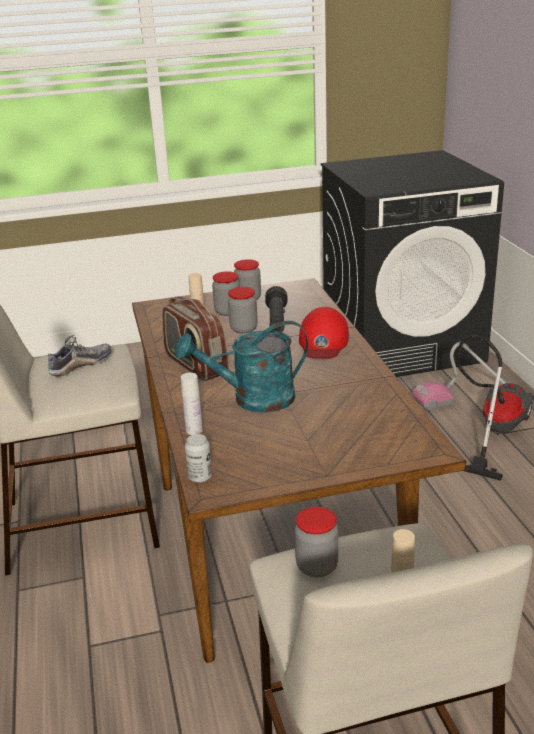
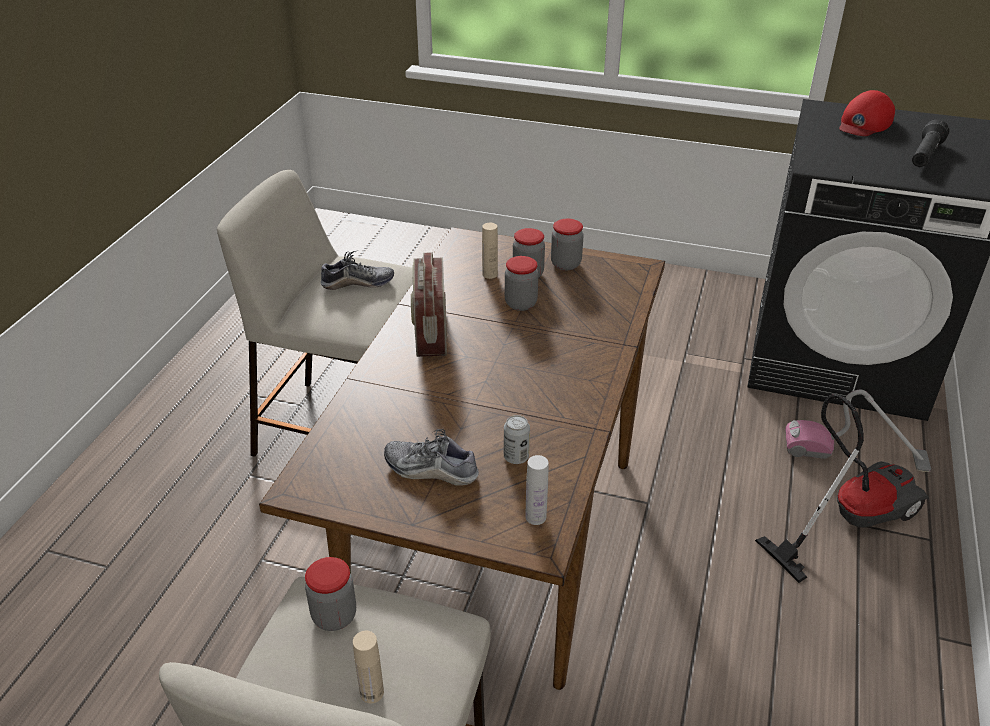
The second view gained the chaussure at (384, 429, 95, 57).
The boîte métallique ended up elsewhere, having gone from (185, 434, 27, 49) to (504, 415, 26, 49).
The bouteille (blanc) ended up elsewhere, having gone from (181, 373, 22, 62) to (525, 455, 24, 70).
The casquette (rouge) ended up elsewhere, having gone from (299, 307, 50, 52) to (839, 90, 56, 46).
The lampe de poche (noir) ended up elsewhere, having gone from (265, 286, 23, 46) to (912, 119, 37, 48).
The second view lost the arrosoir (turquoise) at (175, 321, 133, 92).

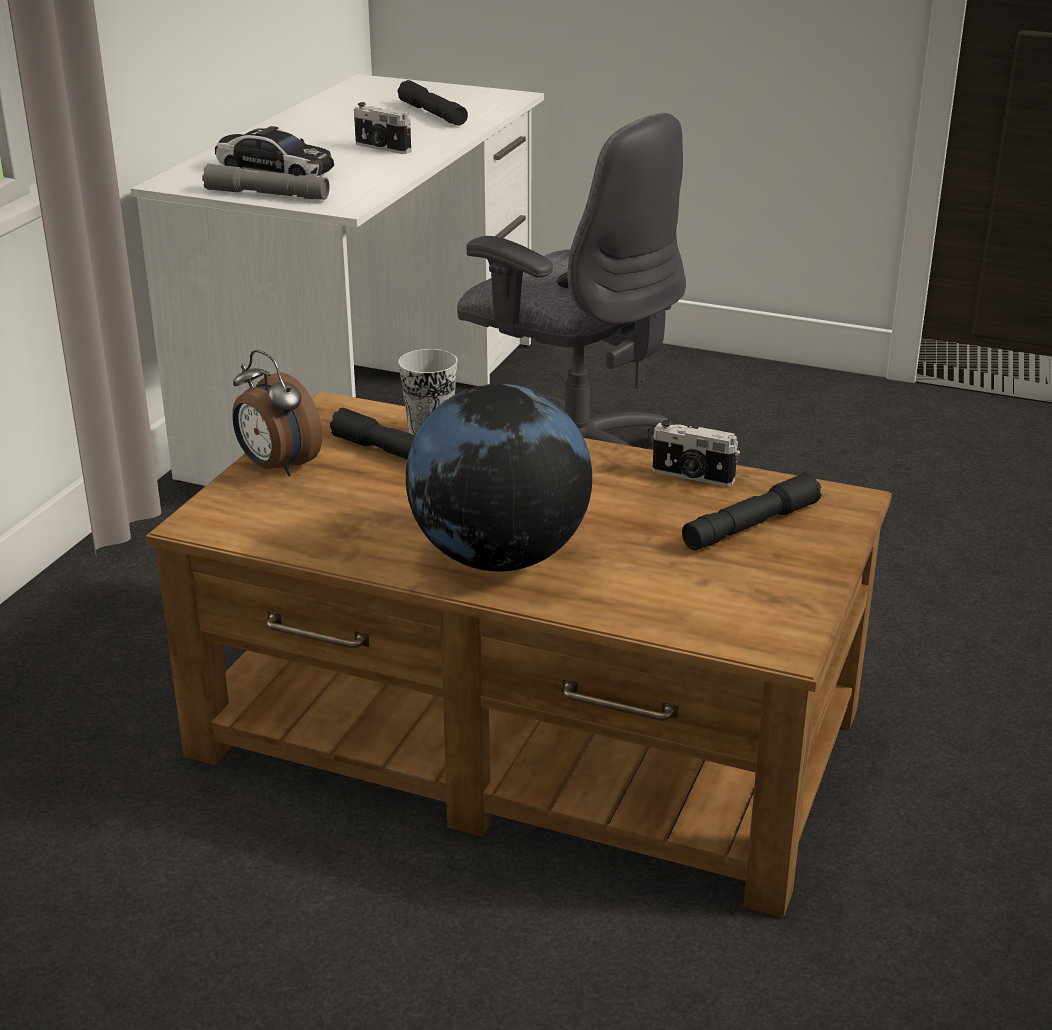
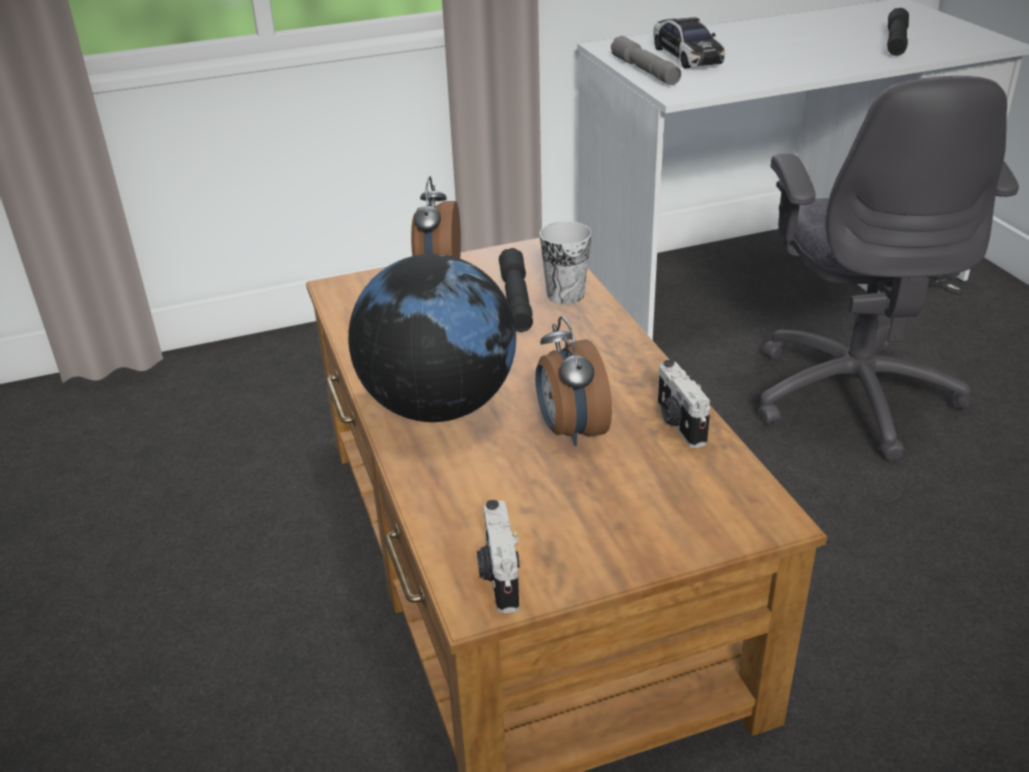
The appareil photo ended up elsewhere, having gone from (354, 102, 57, 52) to (477, 500, 43, 113).
The second view gained the réveil at (535, 316, 77, 130).
The second view lost the lampe de poche (noir) at (682, 472, 140, 78).

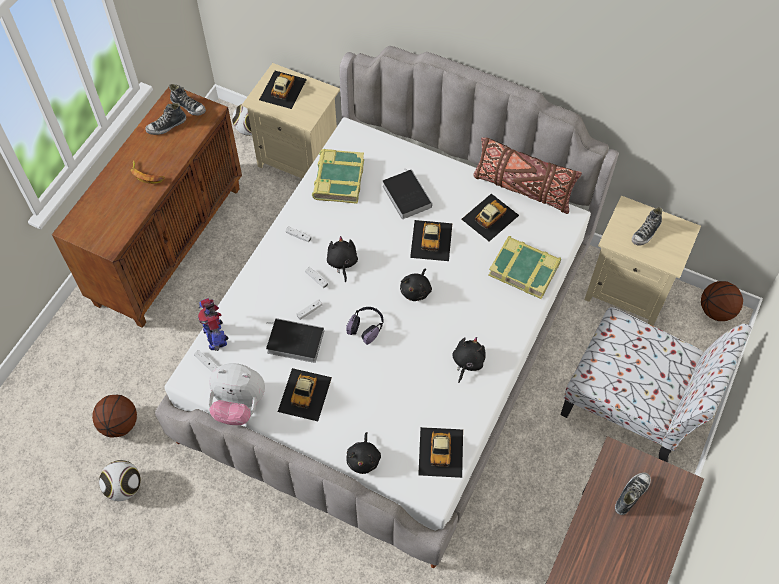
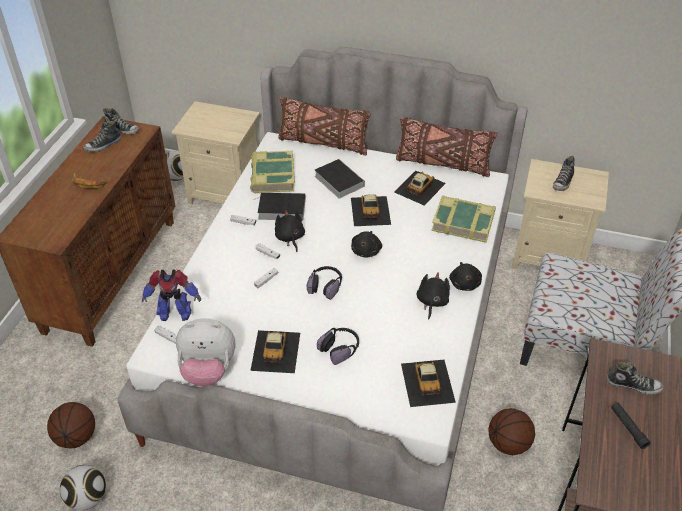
The robot jouet at (198, 298, 31, 53) ended up facing another way, 60 degrees counterclockwise from before.
The livre ended up elsewhere, having gone from (266, 318, 58, 45) to (254, 192, 52, 29).
The second view gained the coussin (marron) at (278, 97, 93, 59).
The second view gained the casque audio at (317, 328, 42, 37).
The peluche (noir) ended up elsewhere, having gone from (346, 432, 35, 42) to (449, 262, 33, 29).
The ballon de basket ended up elsewhere, having gone from (701, 281, 42, 40) to (488, 408, 47, 47).
The chaussure at (615, 472, 36, 43) ended up facing another way, 75 degrees clockwise from before.
The second view gained the lampe de poche (noir) at (611, 403, 40, 46).
The second view lost the petite voiture at (259, 71, 48, 38).

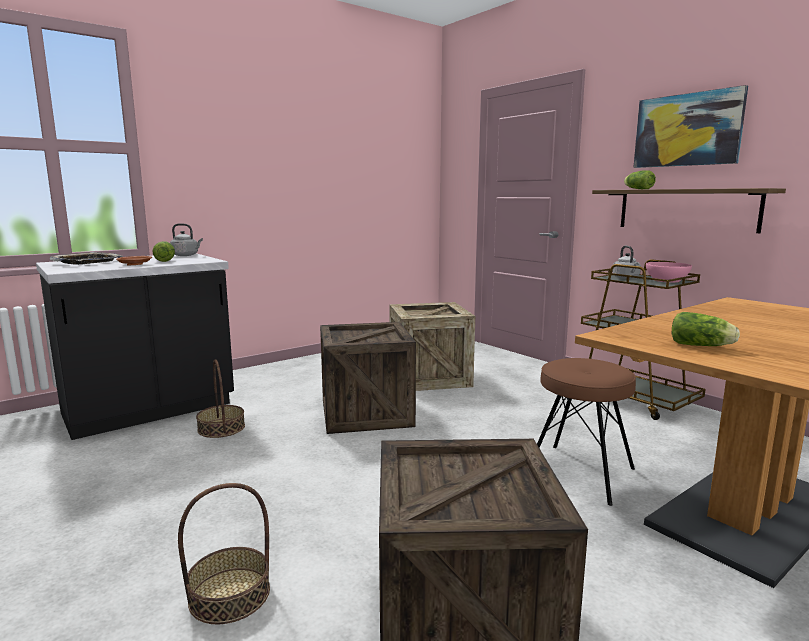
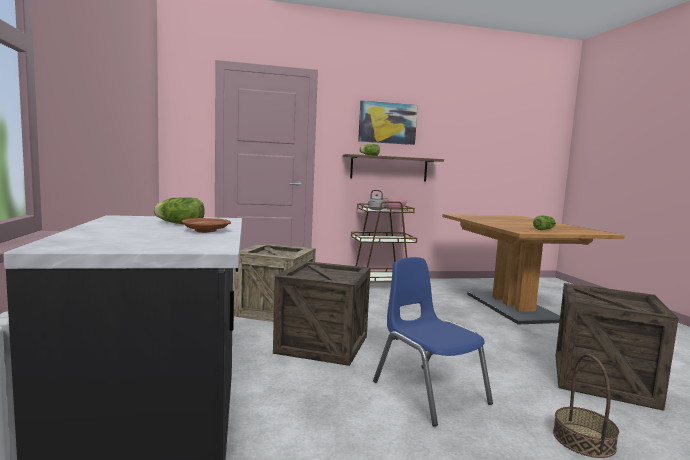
The second view gained the chaise (bleu) at (373, 257, 120, 169).
The second view lost the plateau at (50, 252, 73, 13).
The second view lost the bouilloire (gris) at (170, 223, 33, 33).
The second view lost the panier at (196, 359, 49, 79).
The second view lost the tabouret (marron) at (537, 358, 99, 148).

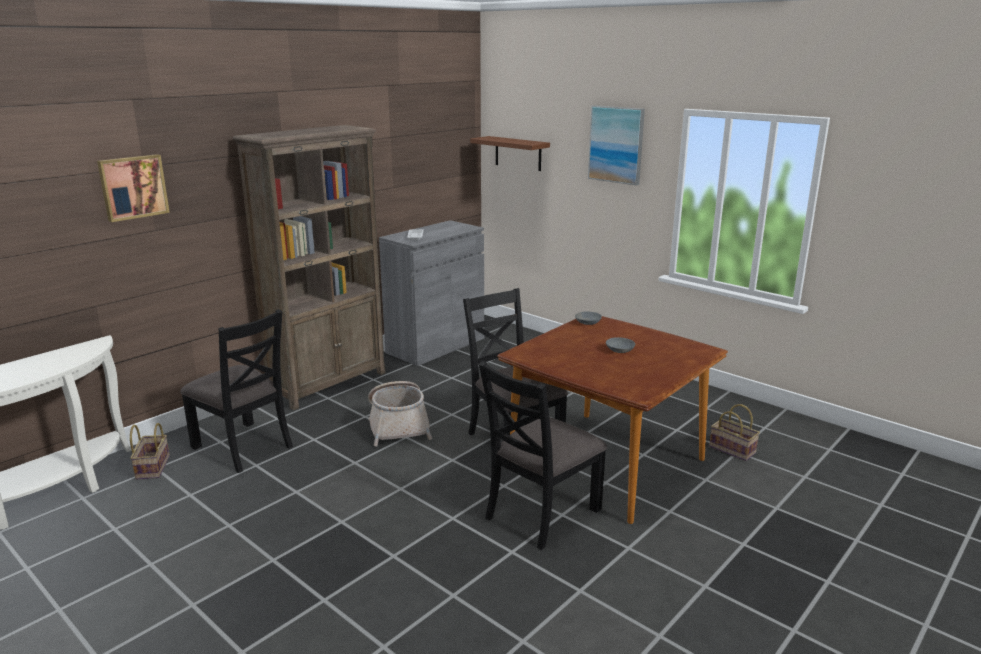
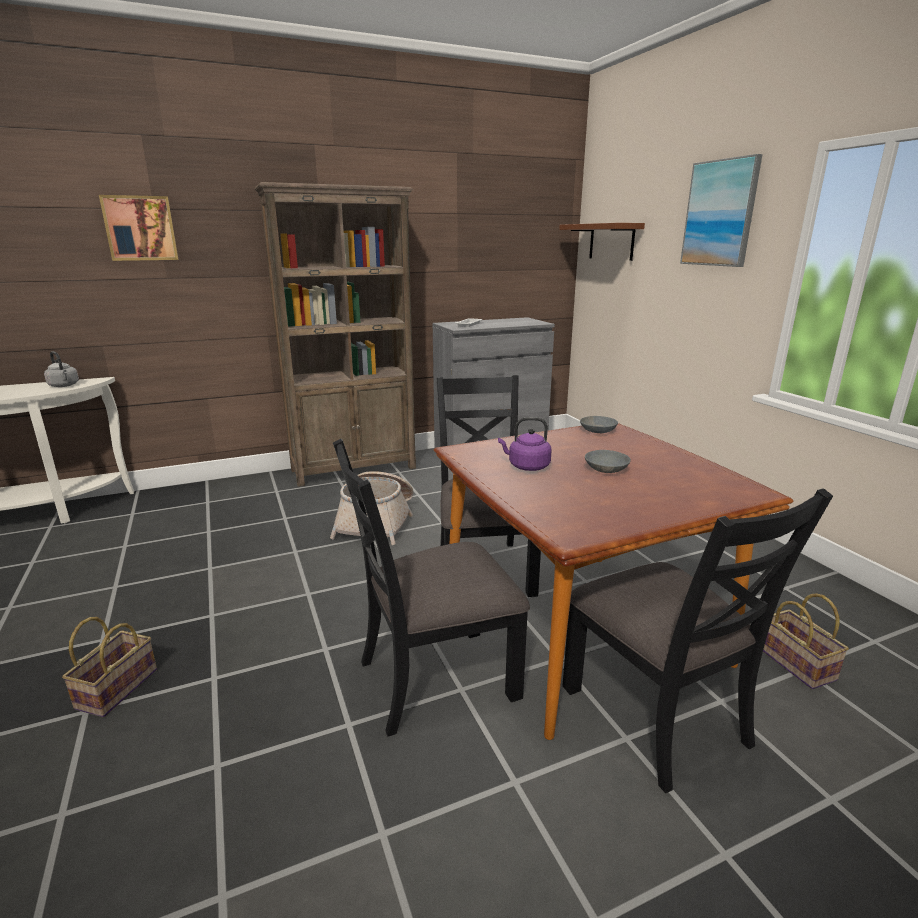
The second view gained the bouilloire (gris) at (44, 351, 35, 36).
The panier ended up elsewhere, having gone from (130, 423, 40, 57) to (62, 617, 95, 100).
The second view gained the bouilloire (violet) at (498, 417, 54, 54).
The chaise (noir) ended up elsewhere, having gone from (180, 309, 113, 164) to (562, 488, 271, 305).

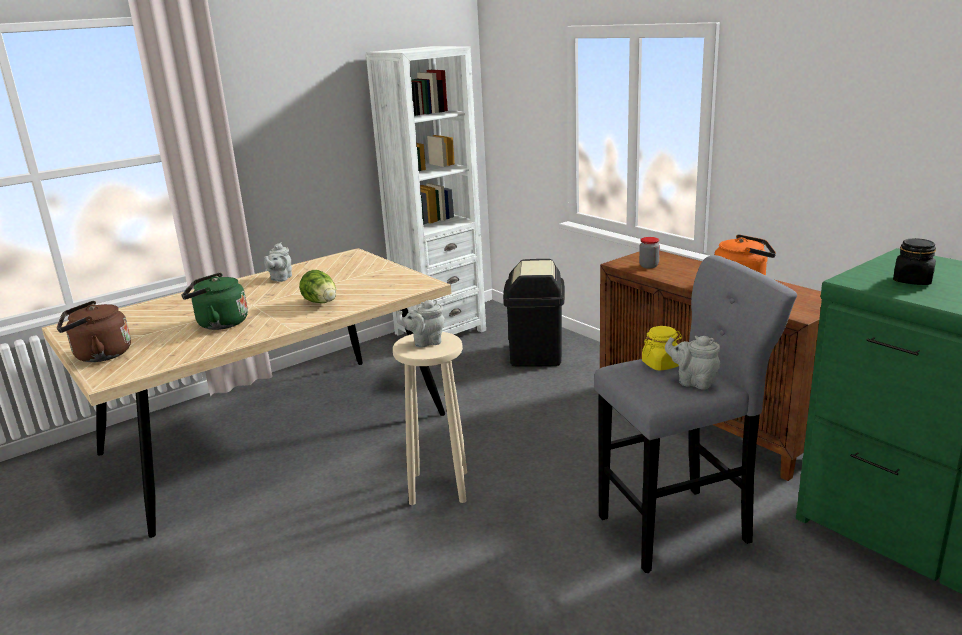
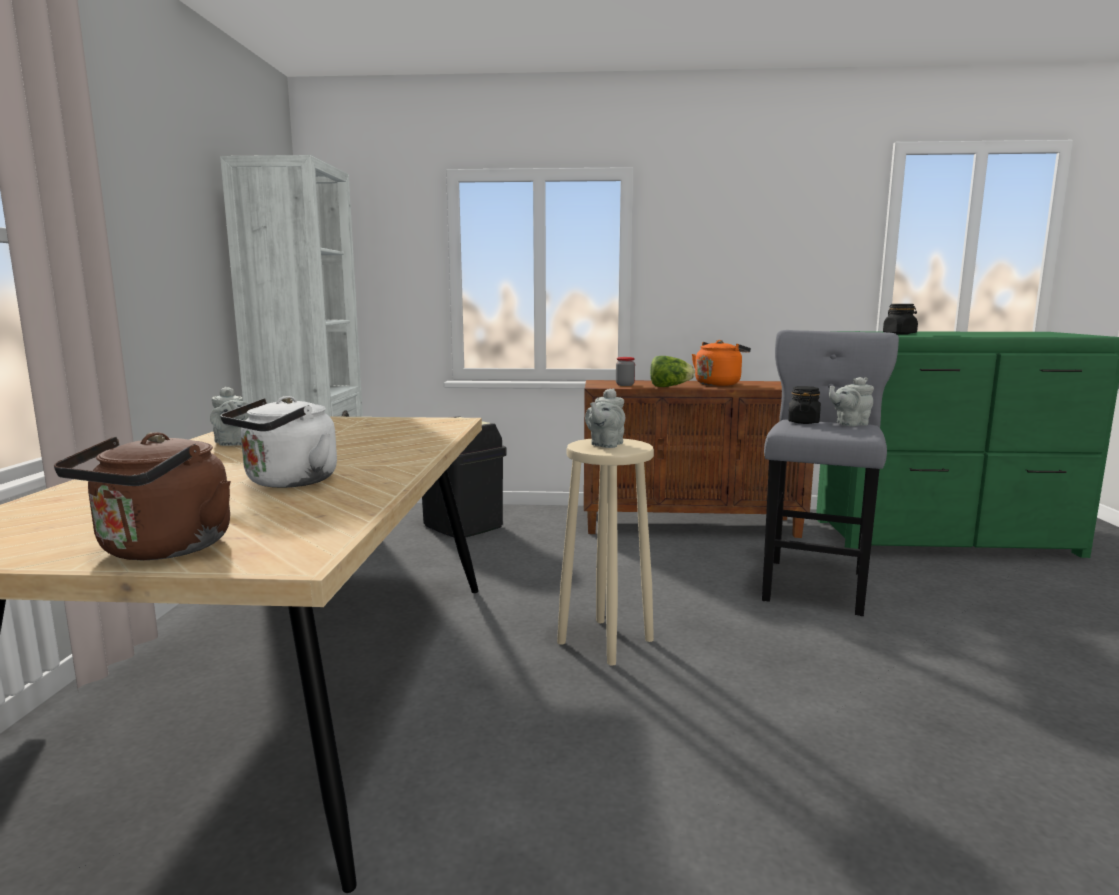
What was the bouilloire (vert) at (181, 273, 67, 57) turned into the bouilloire (blanc) at (220, 396, 117, 92).
The laitue ended up elsewhere, having gone from (299, 270, 37, 33) to (650, 356, 45, 31).
What was the bocal (jaune) at (642, 326, 40, 45) turned into the bocal (noir) at (788, 386, 33, 38).

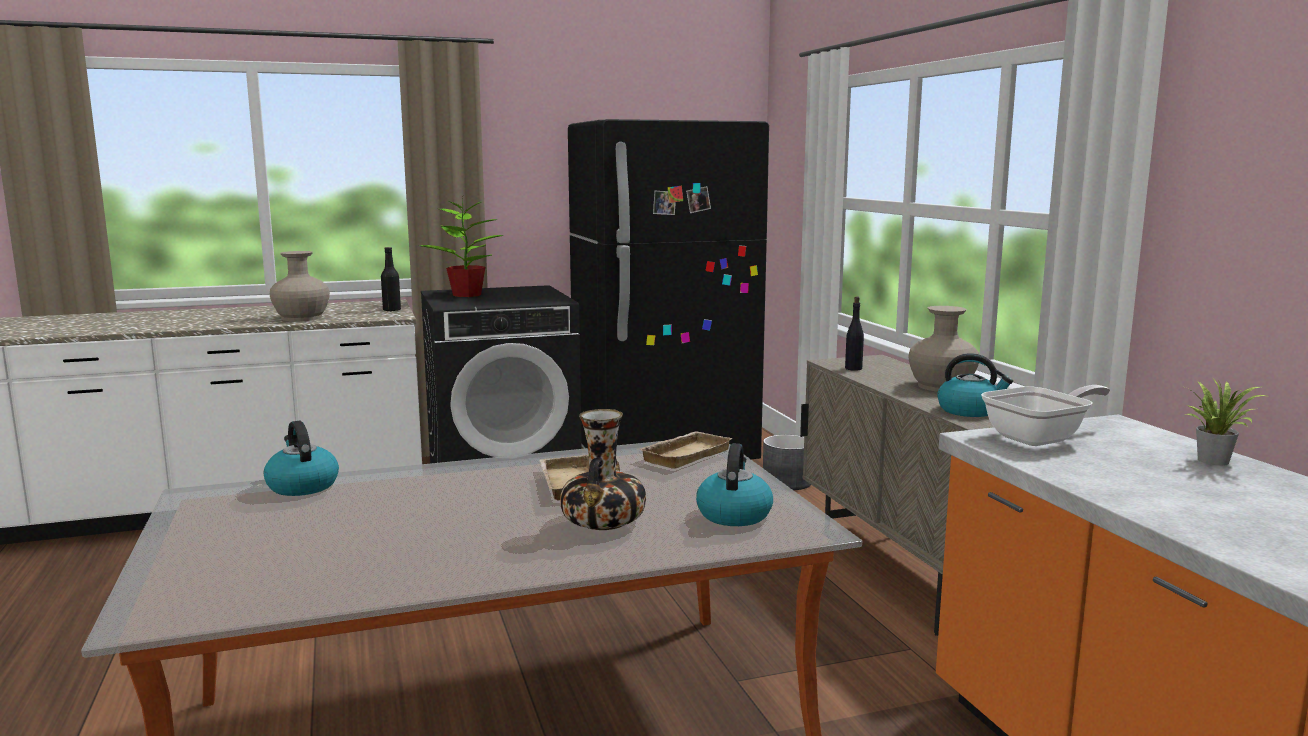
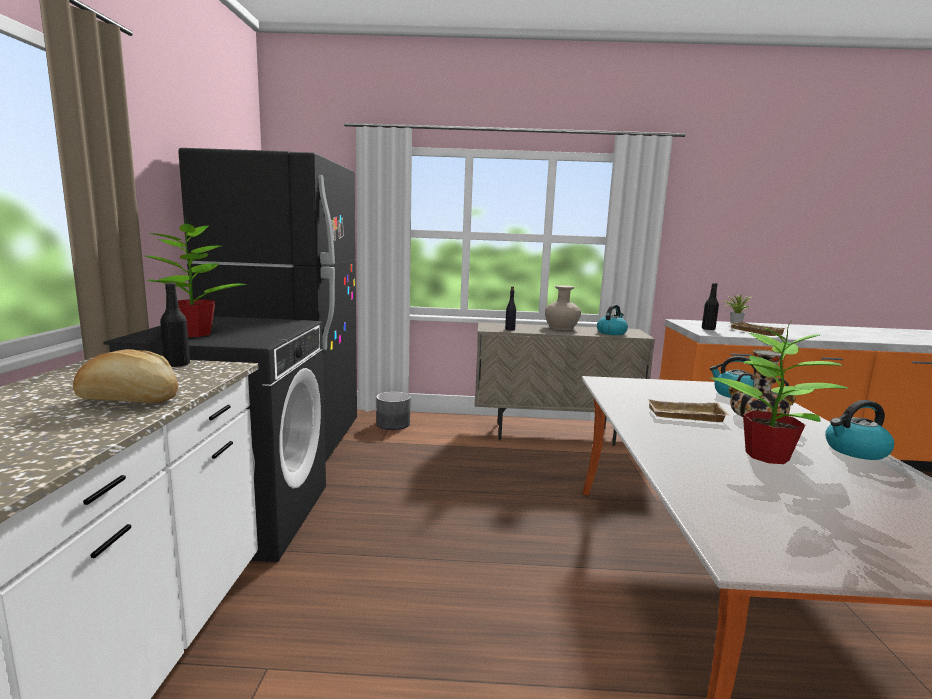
Where the vase (beige) stood at (270, 251, 60, 70), the pain came to stand at (73, 349, 105, 54).
Where the poêle stood at (981, 385, 129, 61), the bouteille (noir) came to stand at (702, 283, 17, 47).
The second view gained the plante en pot at (710, 323, 138, 141).
The plateau (beige) ended up elsewhere, having gone from (639, 431, 94, 38) to (728, 322, 58, 14).
The bouilloire ended up elsewhere, having gone from (264, 421, 75, 75) to (825, 400, 70, 60).

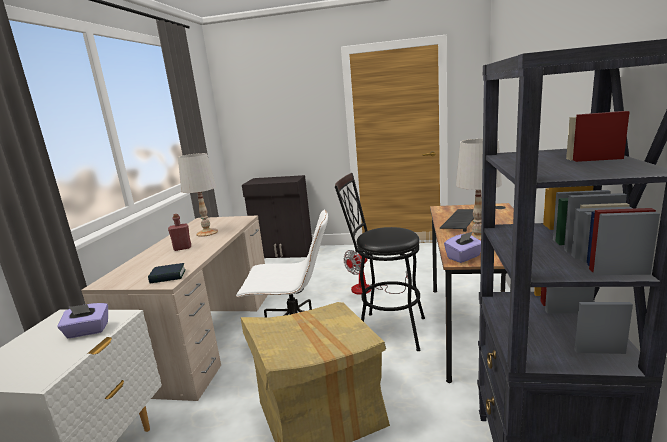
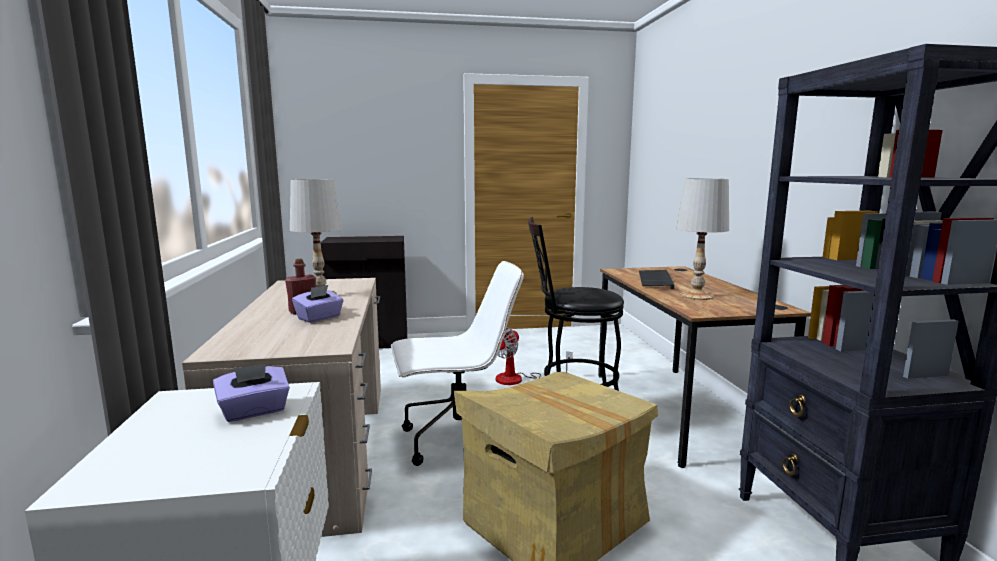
The boîte à mouchoirs (violet) ended up elsewhere, having gone from (444, 231, 37, 32) to (292, 285, 52, 38).
The second view lost the livre at (148, 263, 38, 20).

